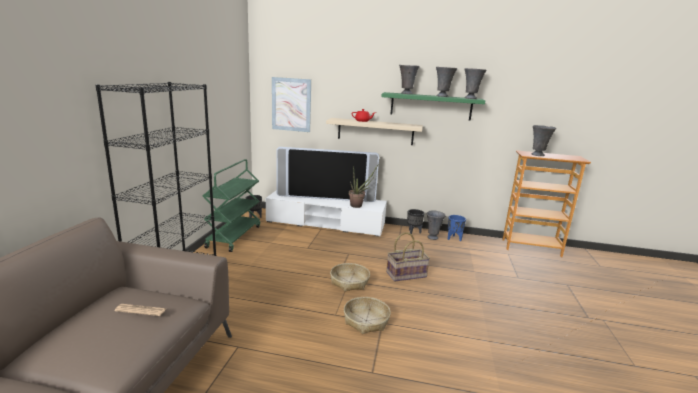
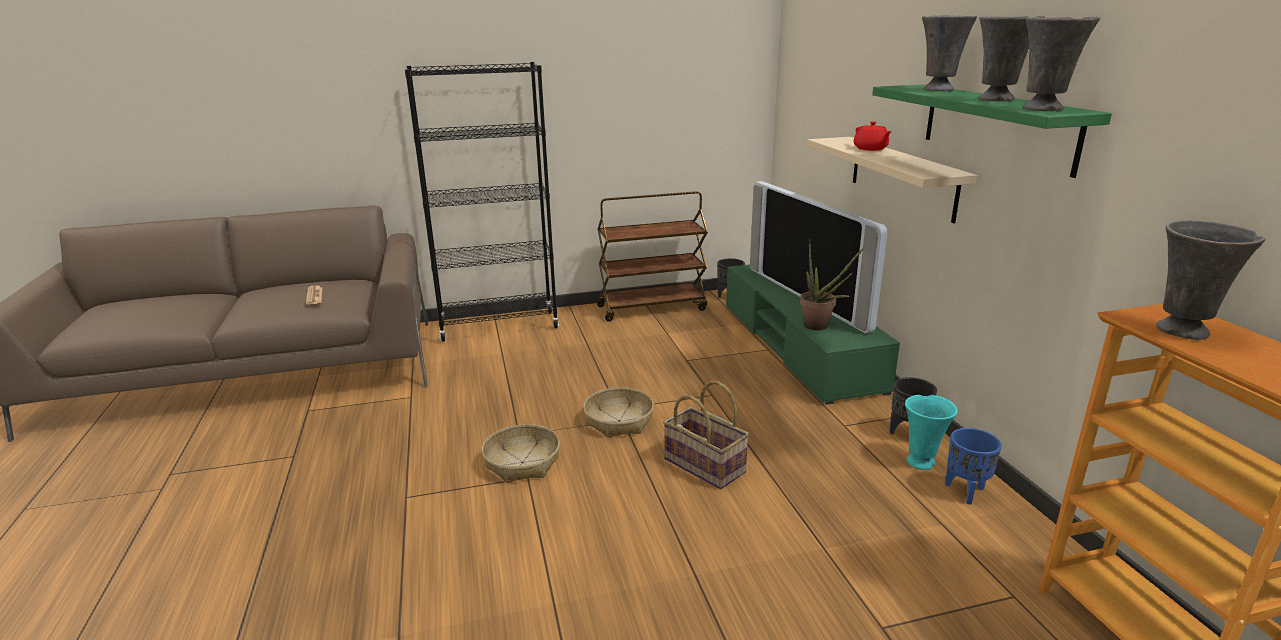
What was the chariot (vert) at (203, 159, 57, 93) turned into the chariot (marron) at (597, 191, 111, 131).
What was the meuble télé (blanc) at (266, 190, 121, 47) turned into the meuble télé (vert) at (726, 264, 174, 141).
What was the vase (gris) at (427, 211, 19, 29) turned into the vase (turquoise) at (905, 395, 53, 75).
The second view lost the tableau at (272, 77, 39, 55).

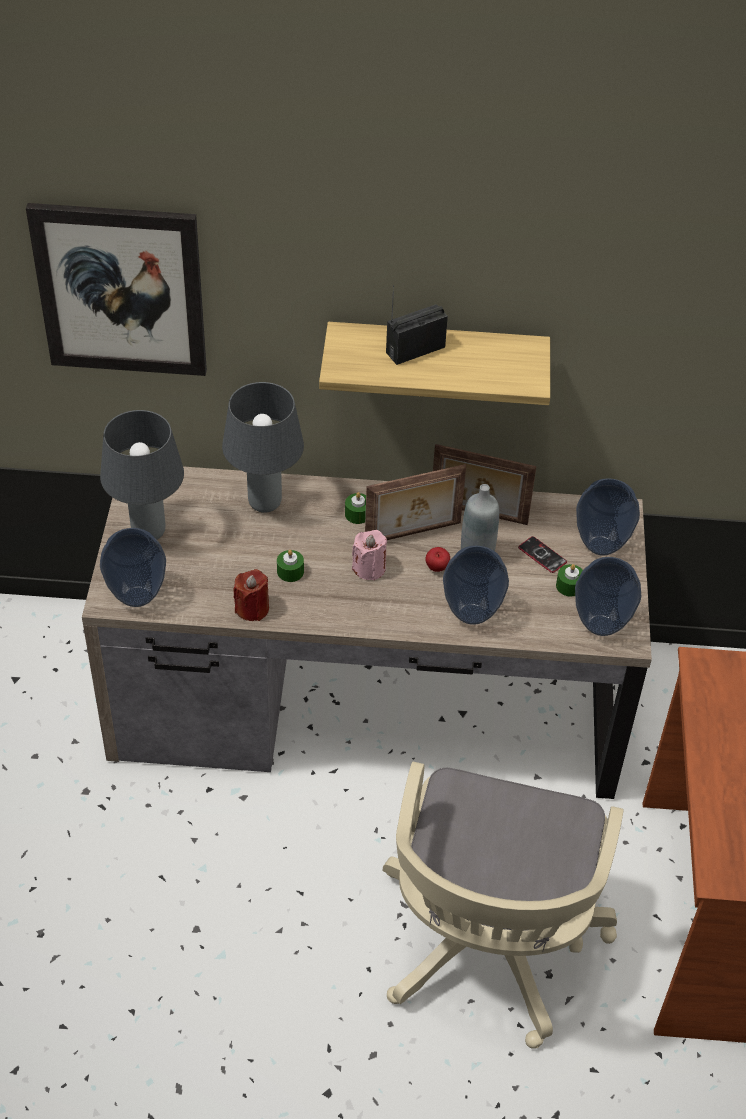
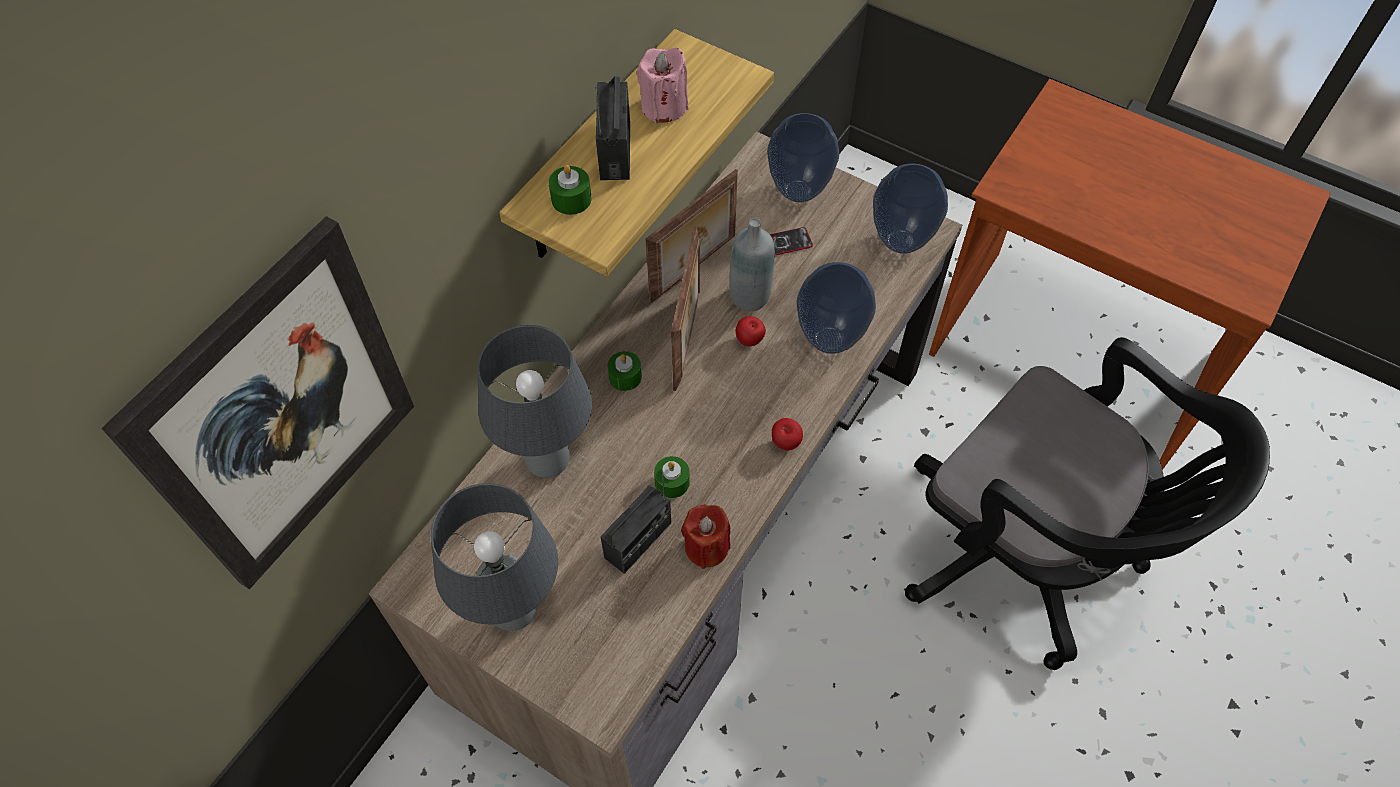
The bougie (vert) ended up elsewhere, having gone from (556, 564, 27, 33) to (549, 165, 42, 50).
The second view gained the radio at (601, 473, 70, 101).
The bougie (rose) ended up elsewhere, having gone from (352, 530, 35, 51) to (637, 47, 51, 76).
The second view gained the pomme at (772, 418, 31, 32).
What was the chaise de bureau (beige) at (383, 762, 241, 287) turned into the chaise de bureau (noir) at (905, 337, 365, 333).
The second view lost the vase at (100, 528, 66, 79).

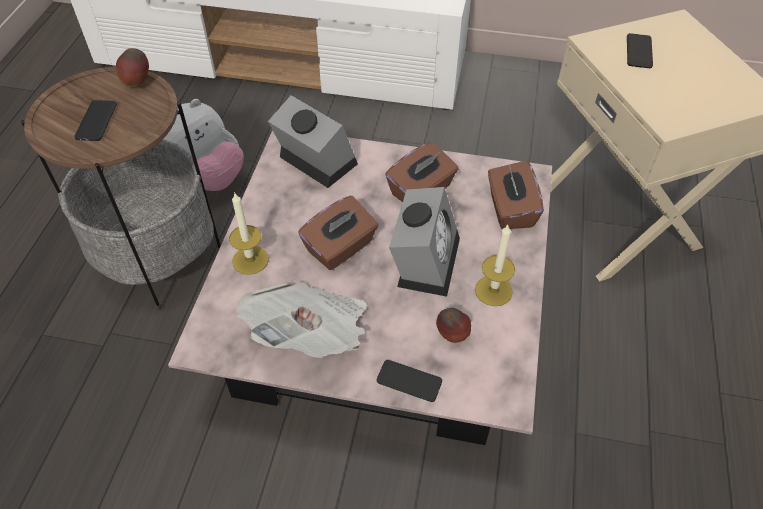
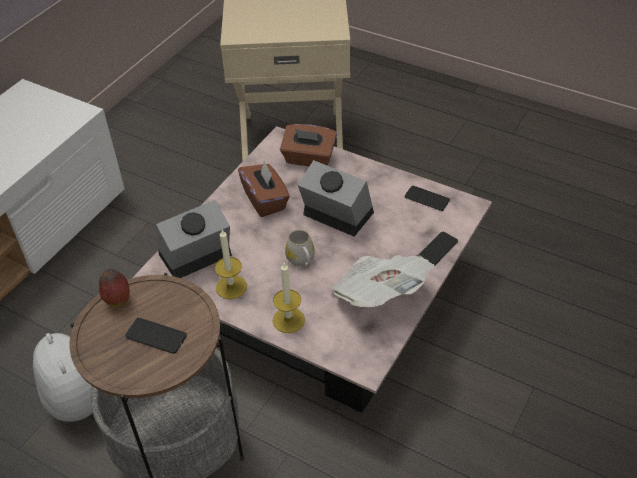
The bougie ended up elsewhere, having gone from (475, 225, 40, 81) to (215, 229, 32, 70).
Where the boîte à mouchoirs (marron) stood at (298, 196, 81, 74), the mug (blanc) came to stand at (285, 230, 30, 36).
The téléphone ended up elsewhere, having gone from (627, 33, 26, 35) to (405, 186, 45, 25).
The second view lost the pomme at (436, 308, 35, 35).

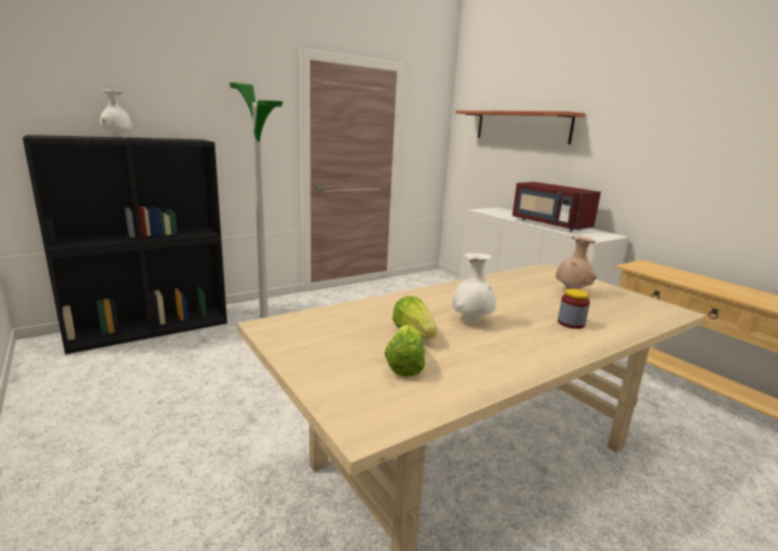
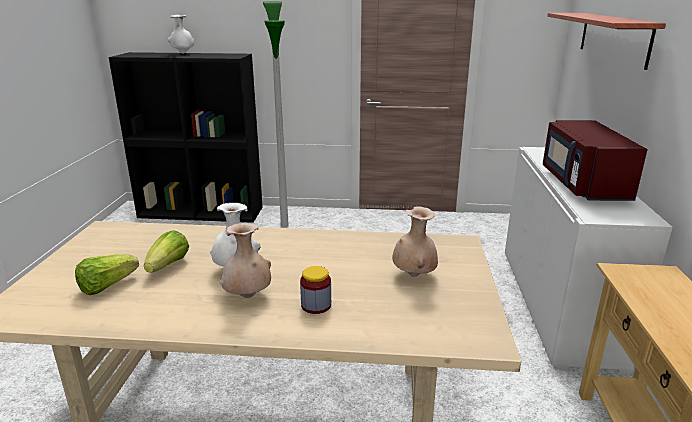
The second view gained the vase (beige) at (220, 223, 51, 75).

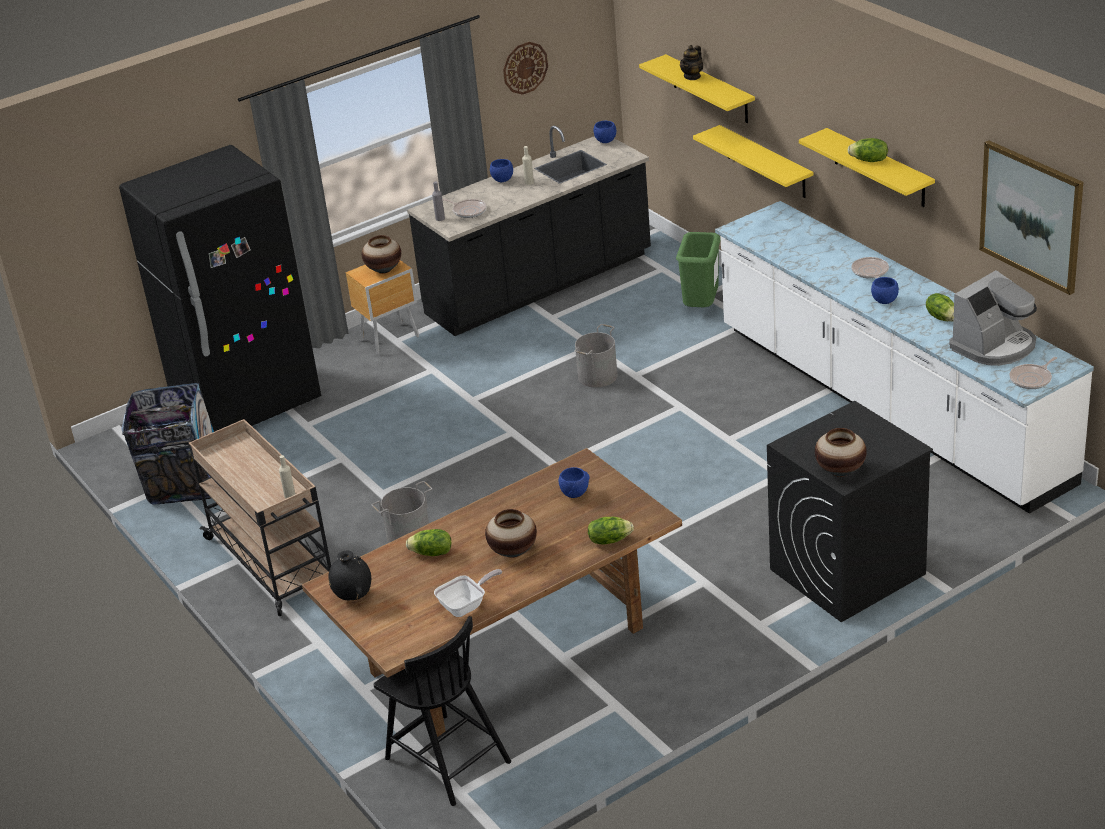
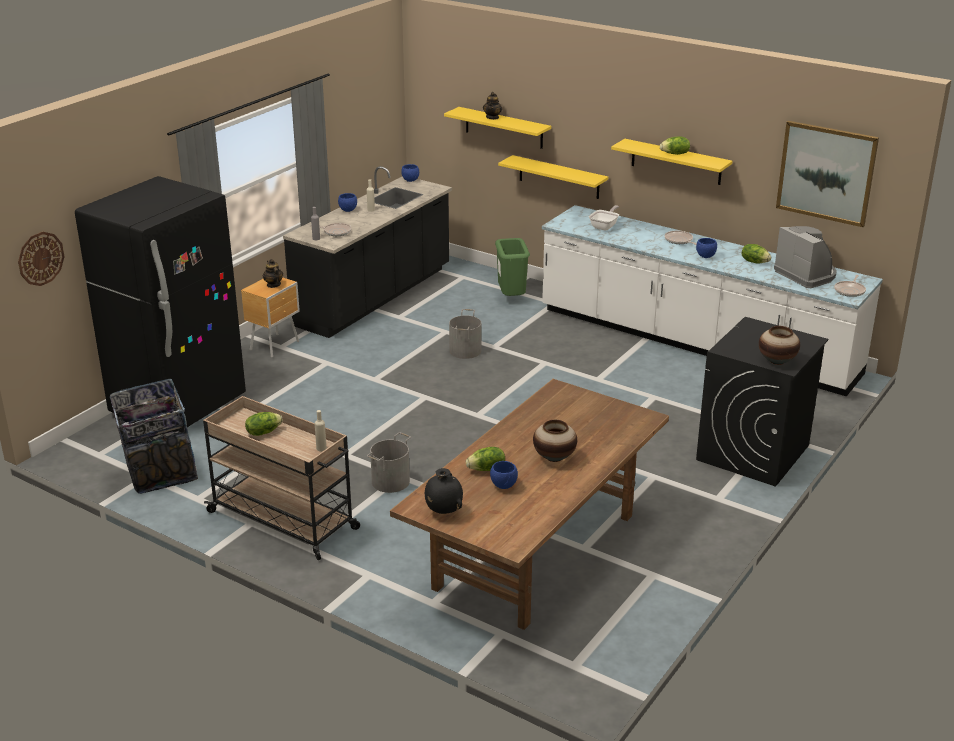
The horloge murale ended up elsewhere, having gone from (503, 42, 45, 53) to (18, 232, 47, 54).
The laitue ended up elsewhere, having gone from (588, 517, 46, 27) to (245, 412, 38, 24).
Where the vase stood at (362, 235, 39, 39), the théière came to stand at (263, 259, 20, 29).
The bol (bleu) ended up elsewhere, having gone from (558, 467, 32, 31) to (490, 461, 28, 28).
The poêle ended up elsewhere, having gone from (434, 569, 68, 48) to (589, 205, 30, 26).
The machine à café at (949, 270, 88, 96) ended up facing another way, 60 degrees counterclockwise from before.
The second view lost the chaise (noir) at (374, 616, 137, 190).

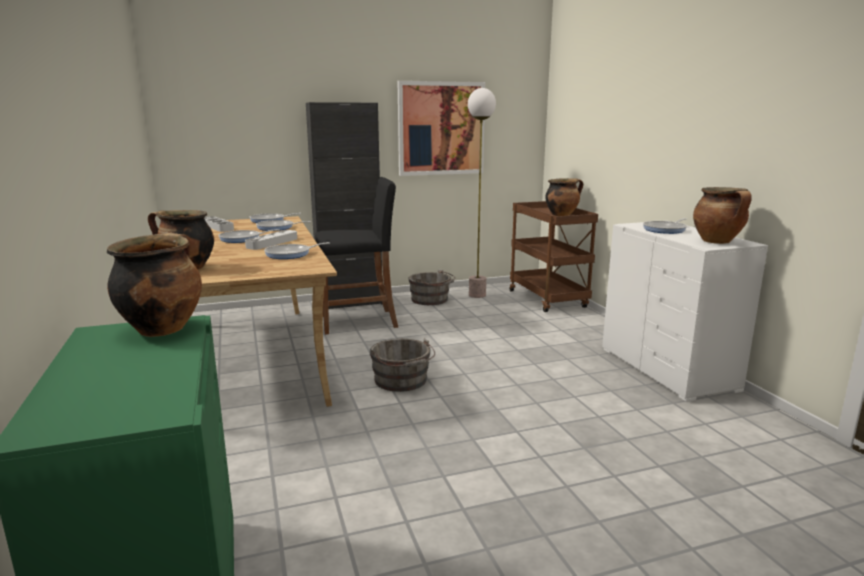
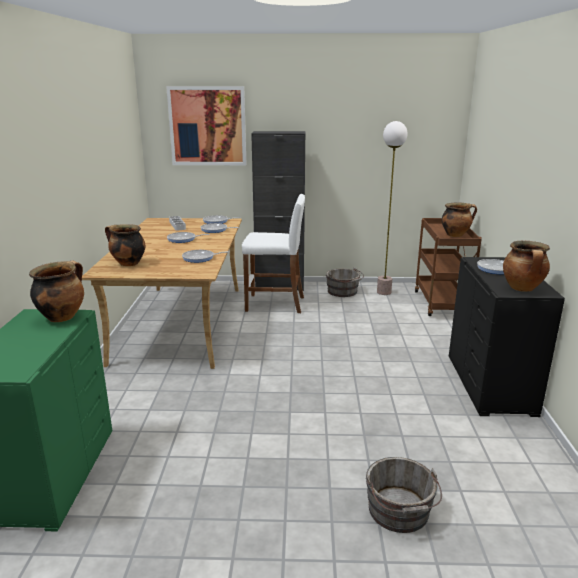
The tableau ended up elsewhere, having gone from (398, 81, 87, 95) to (166, 86, 81, 79).
What was the tabouret (noir) at (315, 177, 83, 158) turned into the tabouret (blanc) at (242, 194, 63, 119).
The seau (gris) ended up elsewhere, having gone from (370, 338, 65, 54) to (366, 457, 76, 76).
What was the commode (blanc) at (602, 222, 166, 180) turned into the commode (noir) at (449, 257, 116, 160).
The second view lost the plateau (gris) at (245, 230, 52, 20).

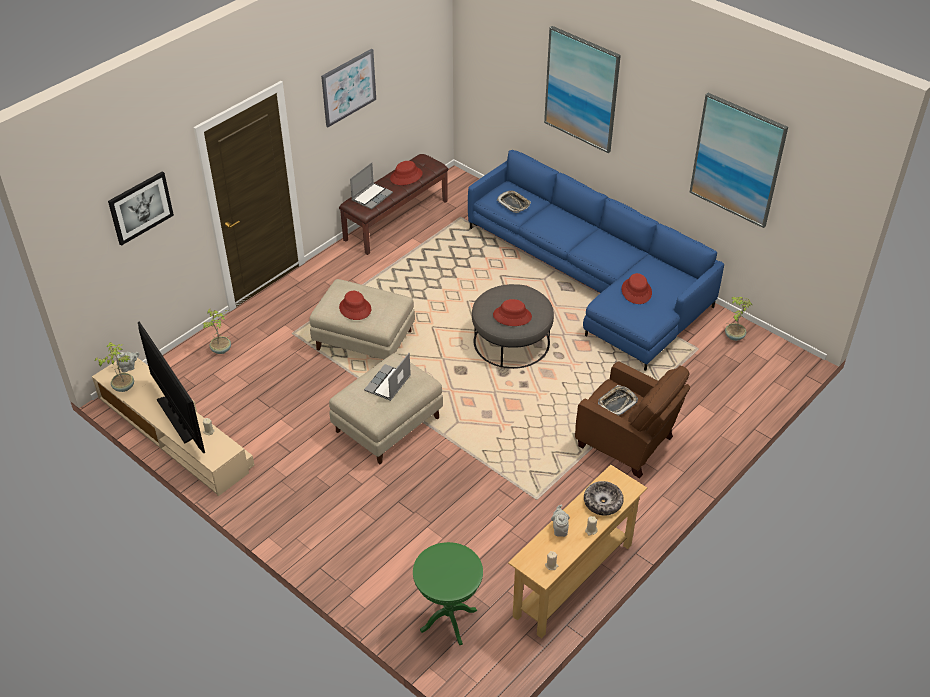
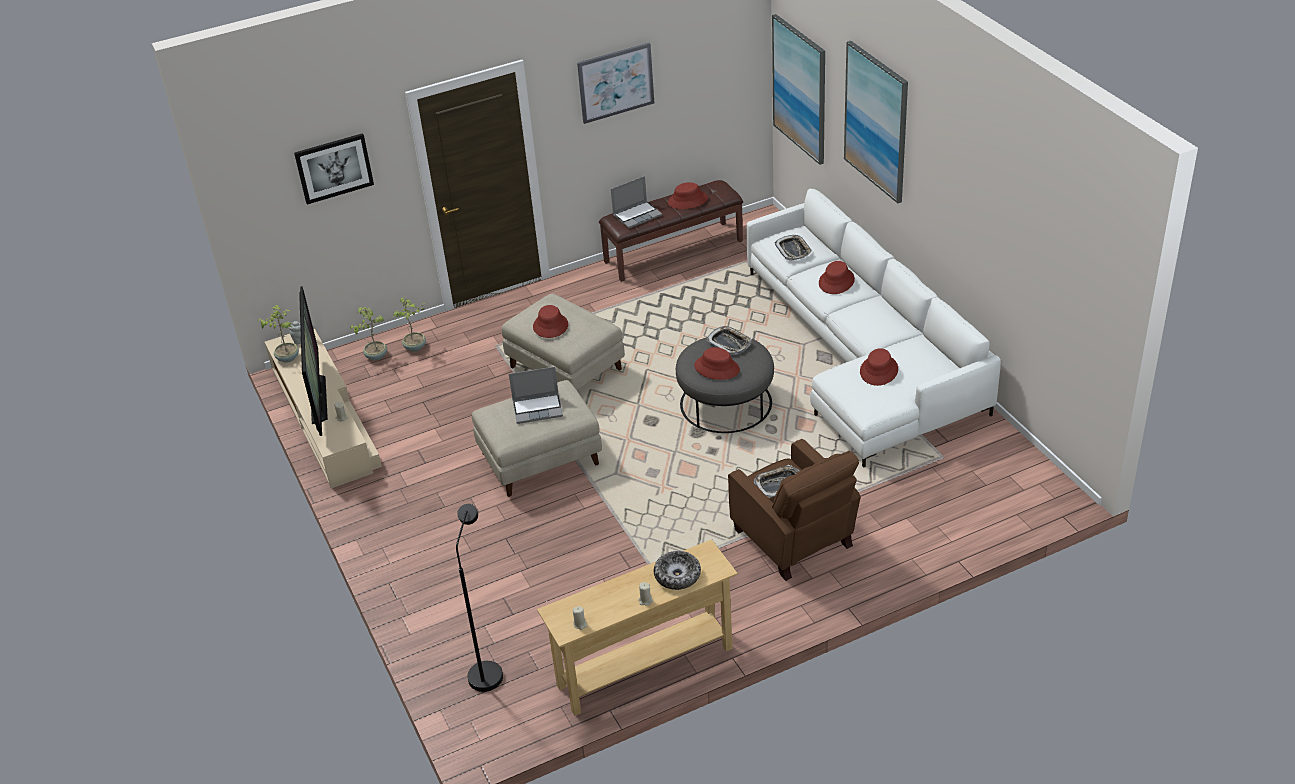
The plante en pot ended up elsewhere, having gone from (725, 296, 27, 45) to (350, 307, 37, 53).
Where the table d'appoint (vert) stood at (413, 542, 70, 103), the lampadaire (noir) came to stand at (456, 504, 47, 188).
The ordinateur portable at (364, 353, 47, 48) ended up facing another way, 150 degrees counterclockwise from before.
The second view gained the plateau at (706, 326, 46, 29).
What was the canapé (bleu) at (468, 150, 256, 221) turned into the canapé (blanc) at (746, 189, 255, 279).
The tableau ended up elsewhere, having gone from (689, 93, 99, 135) to (772, 14, 53, 151).
The second view gained the chapeau (rouge) at (819, 261, 36, 33).
The second view lost the théière (gris) at (551, 504, 19, 33).

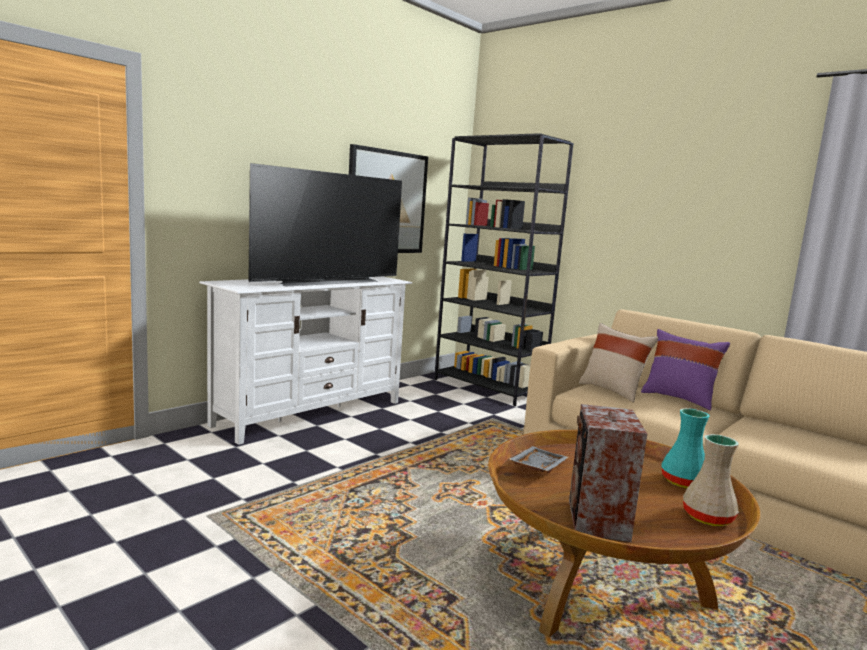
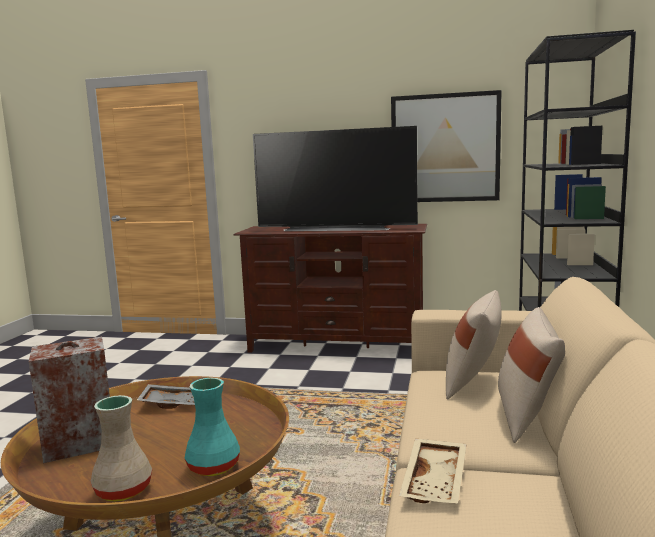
What was the meuble télé (blanc) at (199, 277, 213, 168) turned into the meuble télé (marron) at (233, 224, 194, 129).
The second view gained the plateau (beige) at (399, 439, 68, 64).
What was the coussin (violet) at (641, 329, 89, 81) turned into the coussin (beige) at (498, 307, 67, 136).

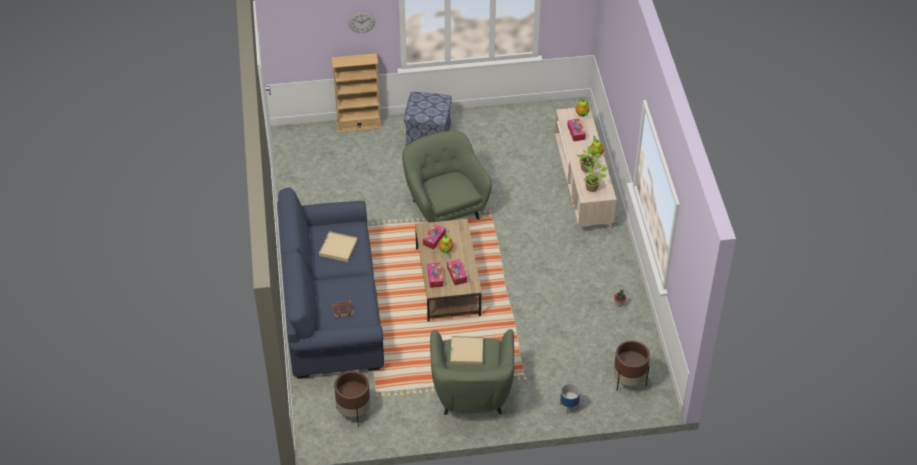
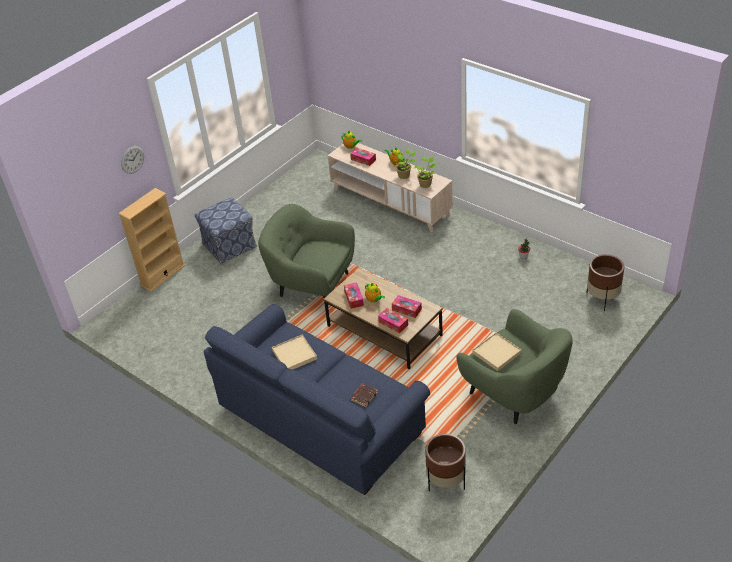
The second view lost the cache-pot at (560, 383, 20, 31).

